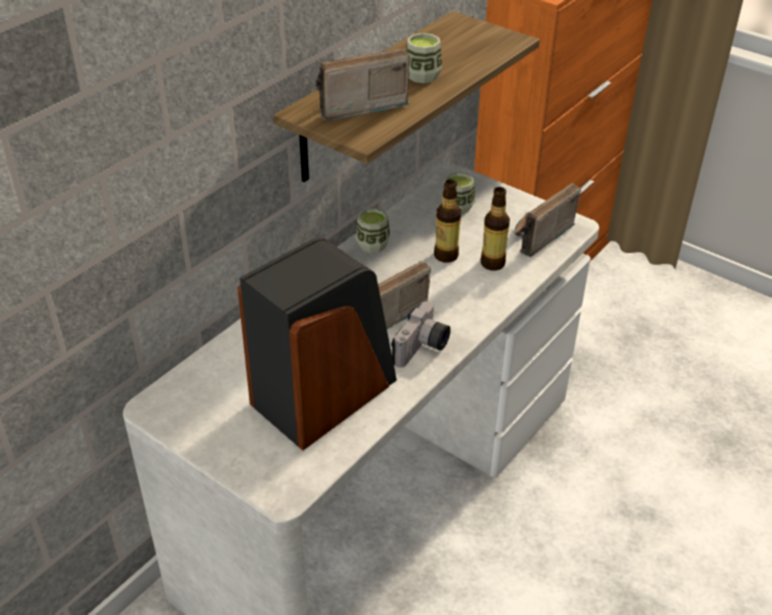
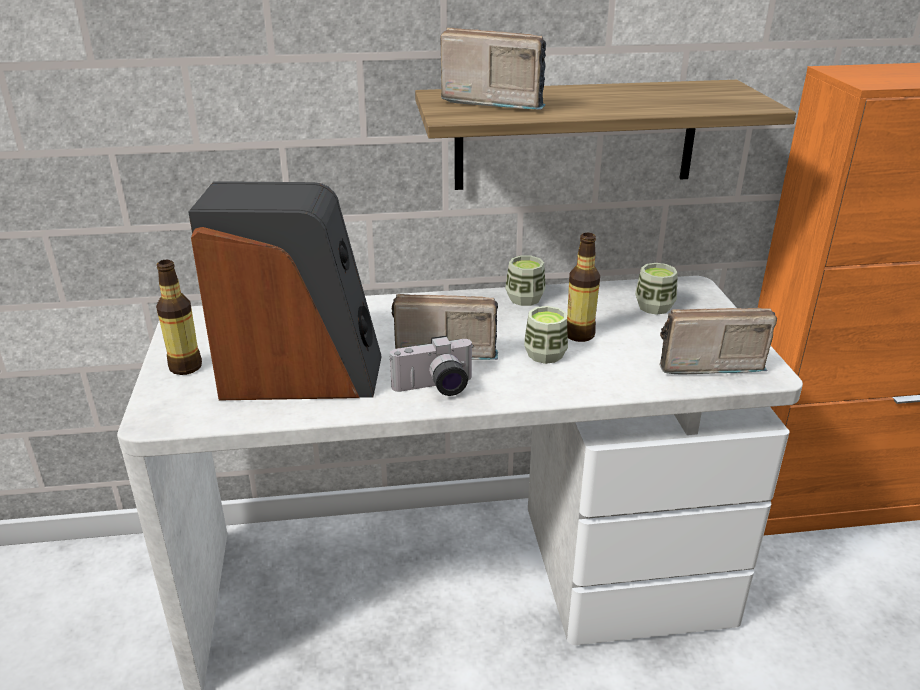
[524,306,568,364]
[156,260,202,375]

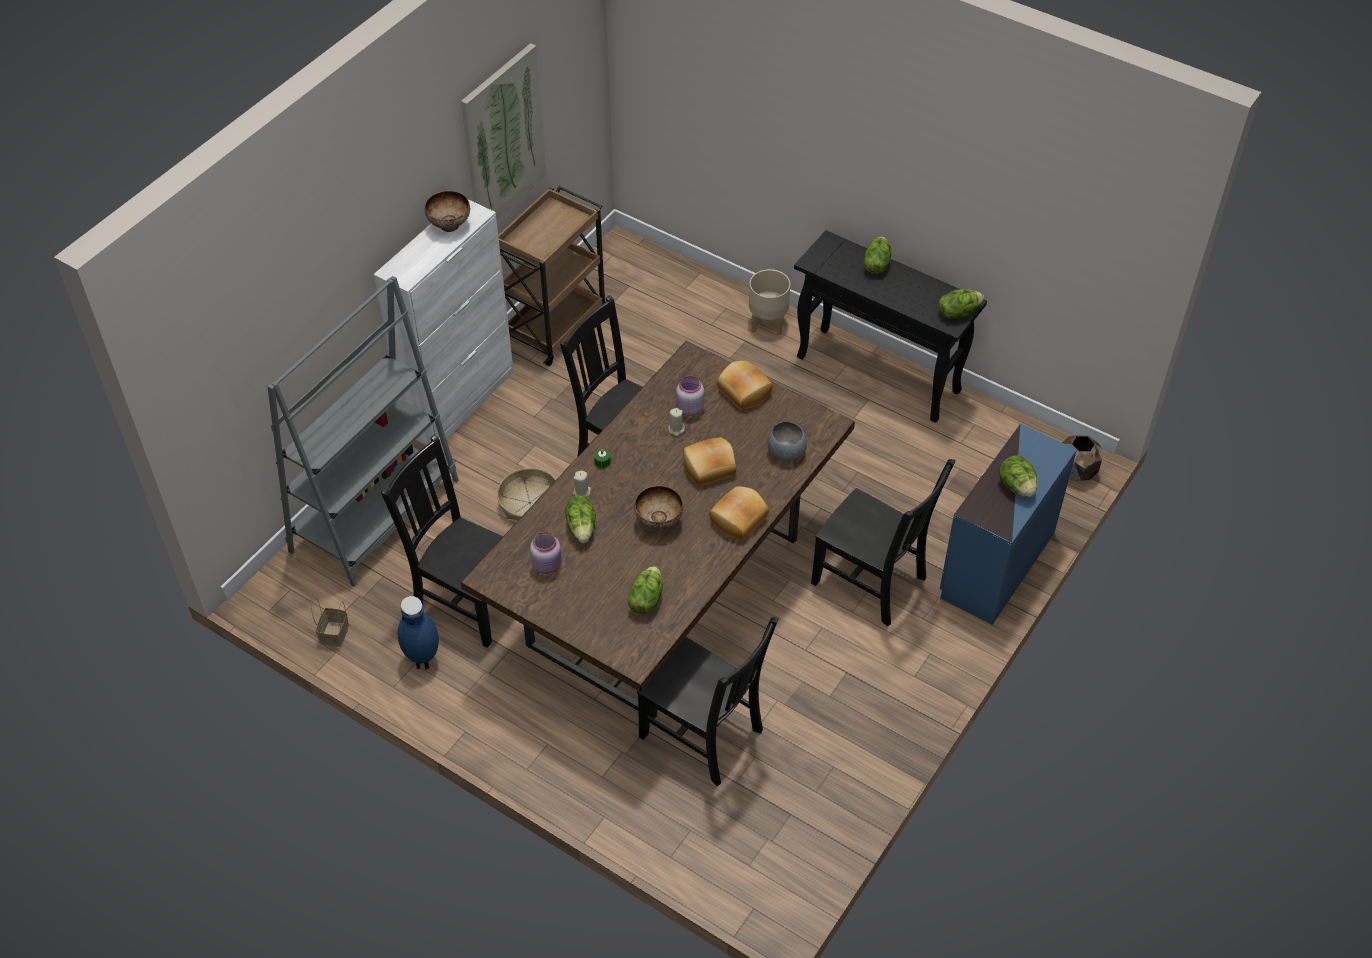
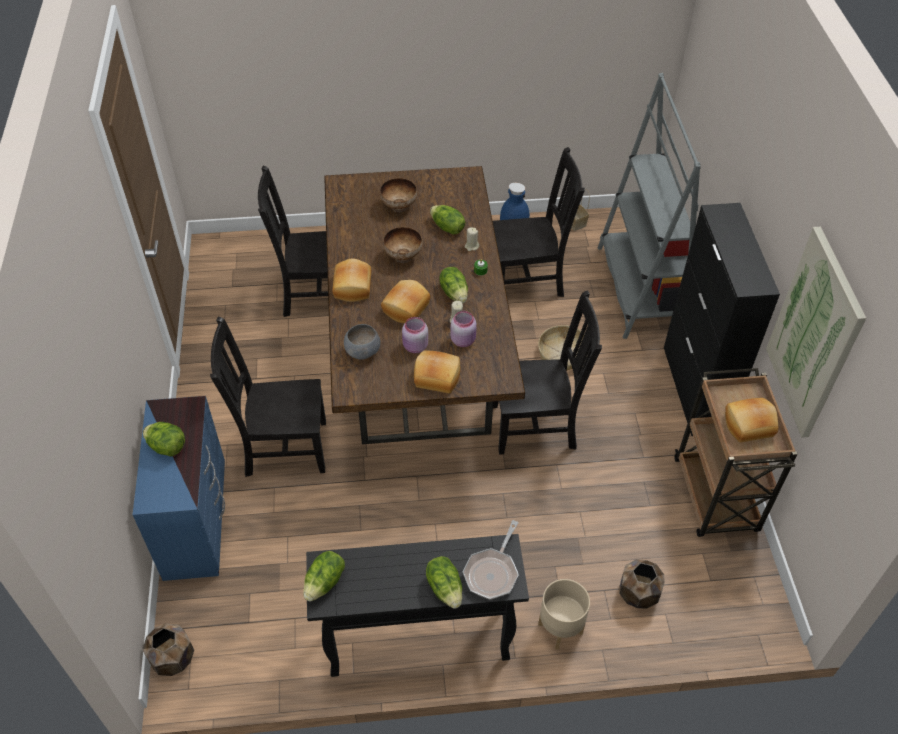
[380,178,417,213]
[664,203,780,436]
[402,317,428,353]
[439,267,468,303]
[725,398,778,442]
[463,520,519,599]
[619,559,665,609]

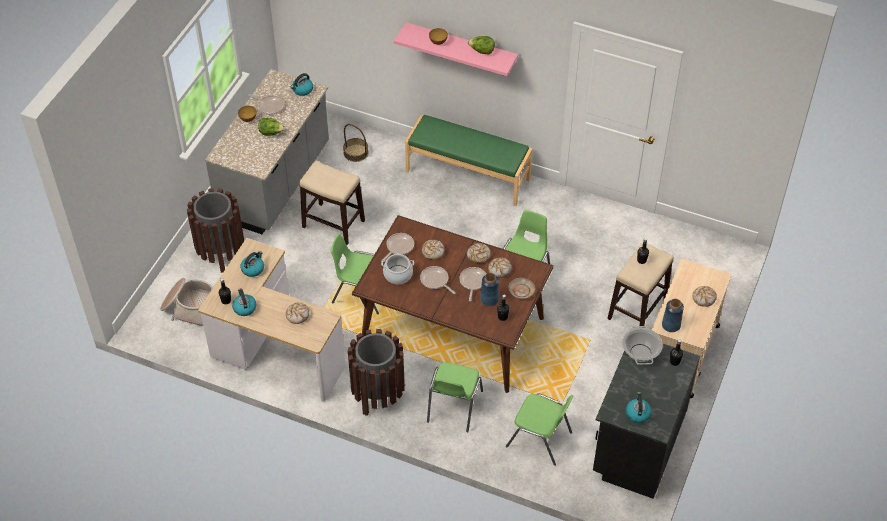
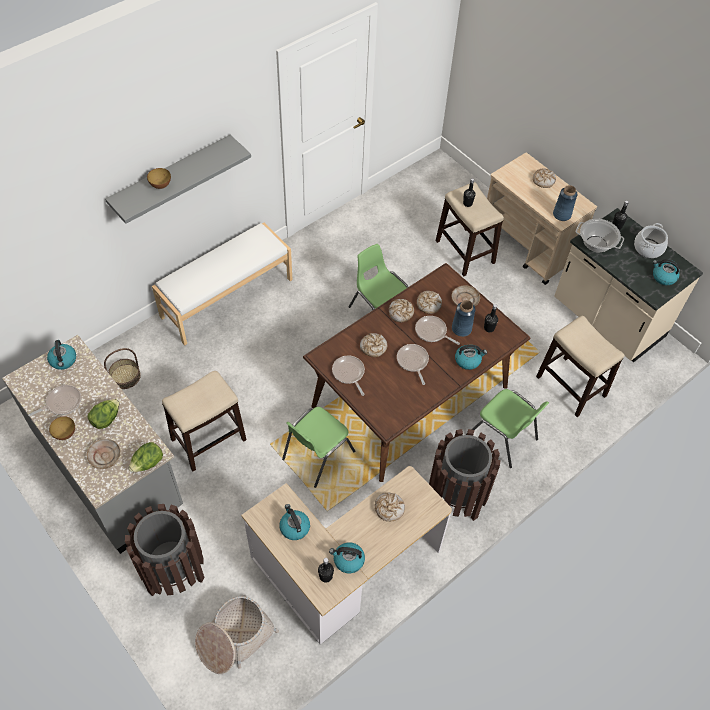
[105,135,251,224]
[128,442,163,472]
[152,223,293,345]
[634,223,668,258]
[397,344,429,385]
[554,208,703,363]
[536,316,624,417]
[455,345,487,370]
[87,439,121,469]

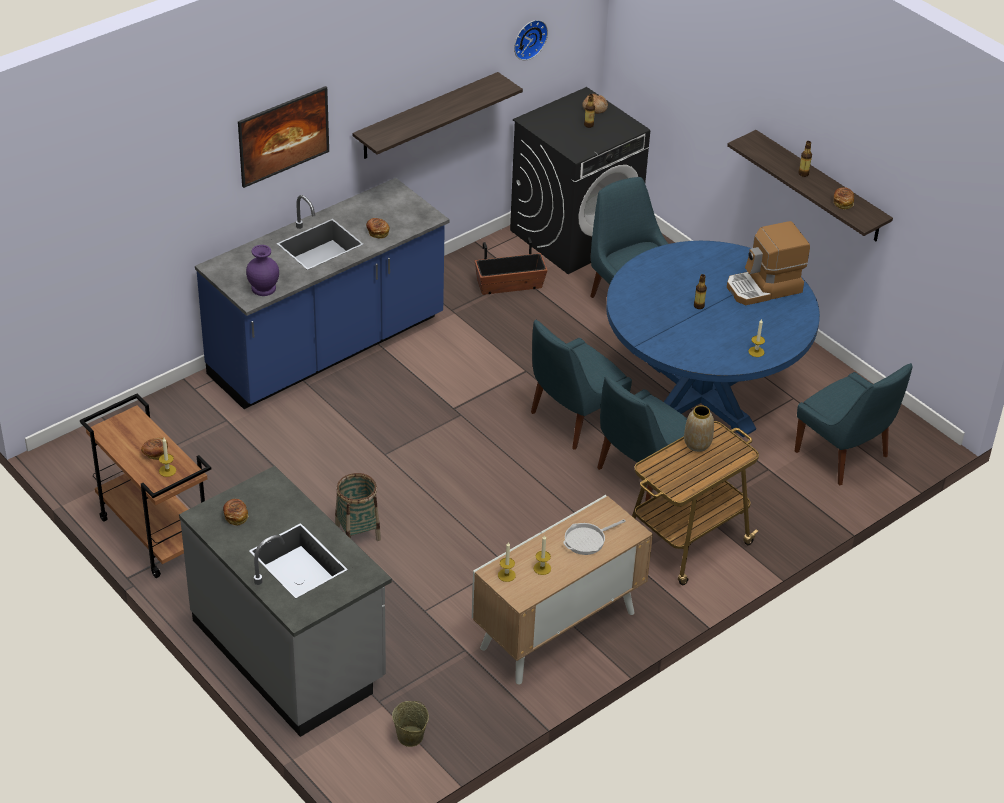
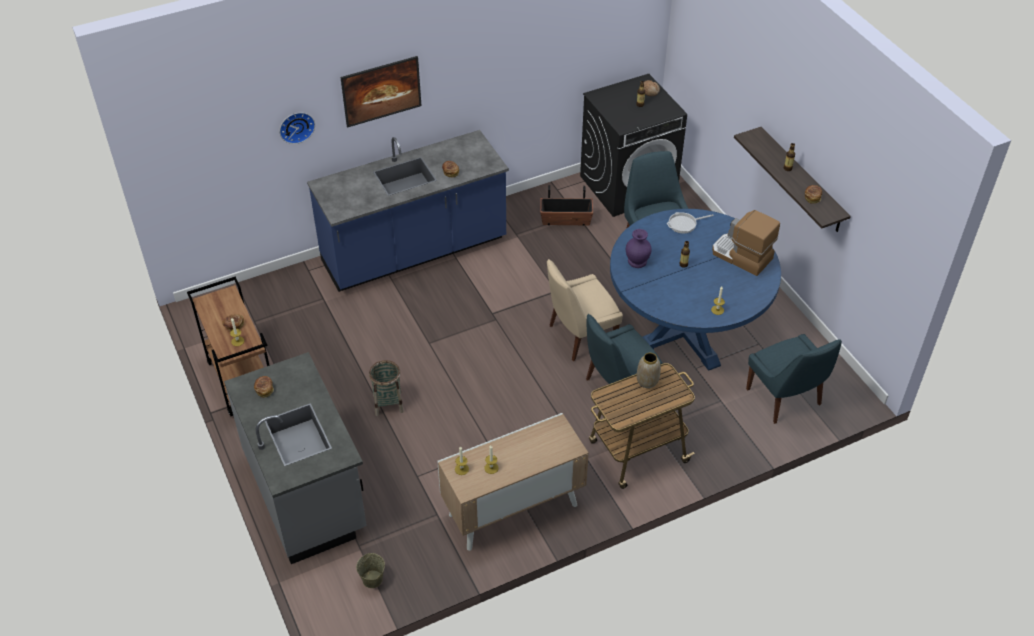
[280,113,315,144]
[353,72,523,159] (first image)
[712,210,780,276]
[626,229,651,268]
[547,259,623,361]
[667,212,714,234]

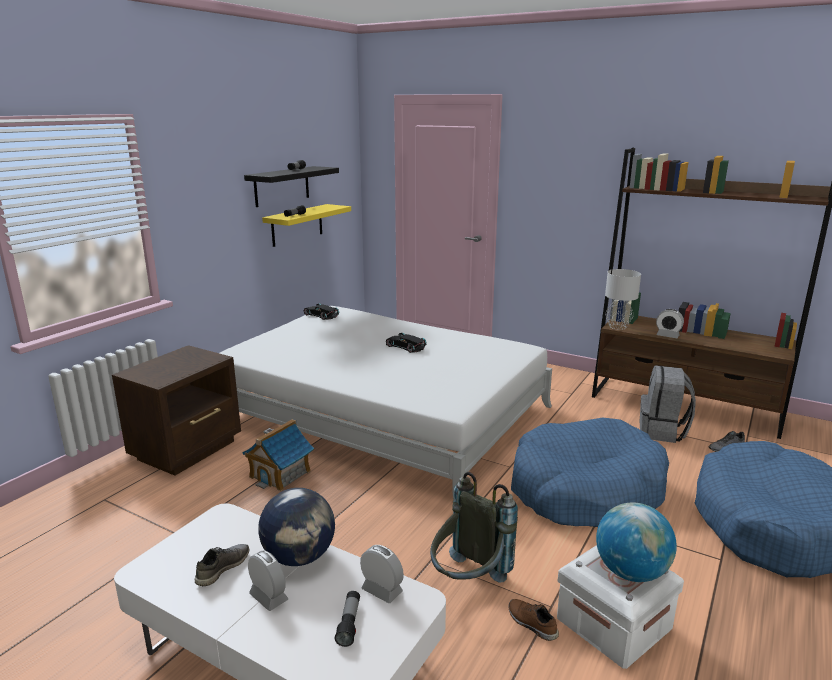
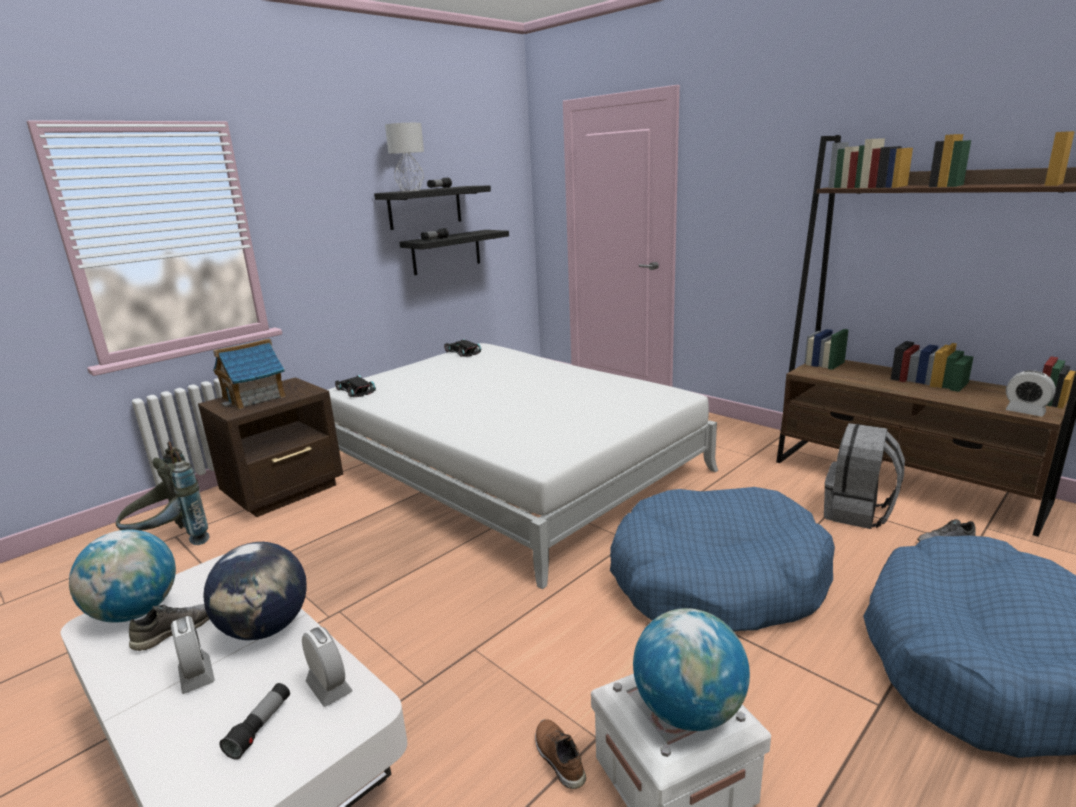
[400,230,509,275]
[385,123,424,192]
[1005,370,1056,417]
[335,375,376,397]
[213,339,286,409]
[115,441,210,545]
[69,530,176,623]

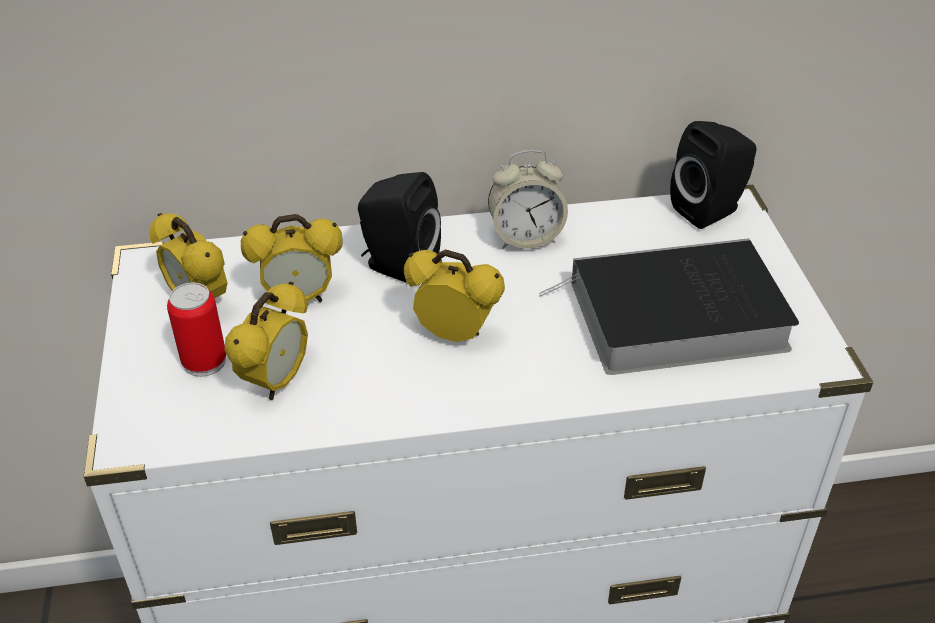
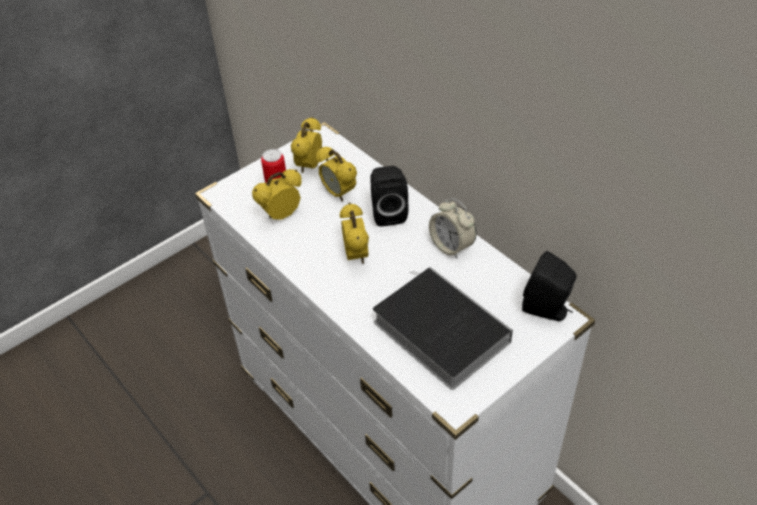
[252,169,302,219]

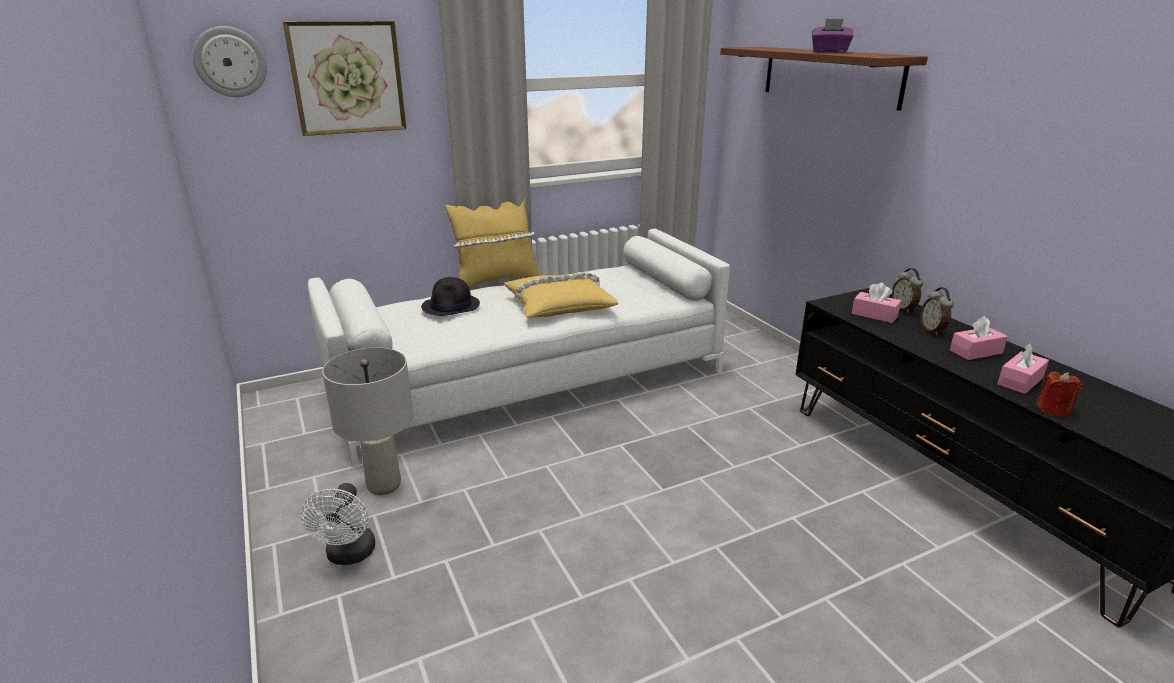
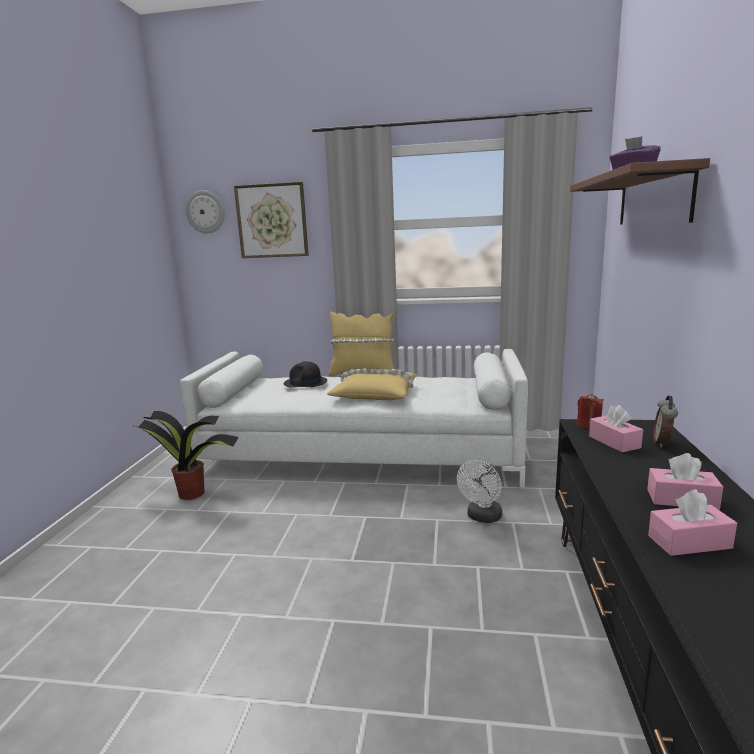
[921,287,954,335] (first image)
[135,411,239,500]
[577,393,604,429]
[457,460,502,523]

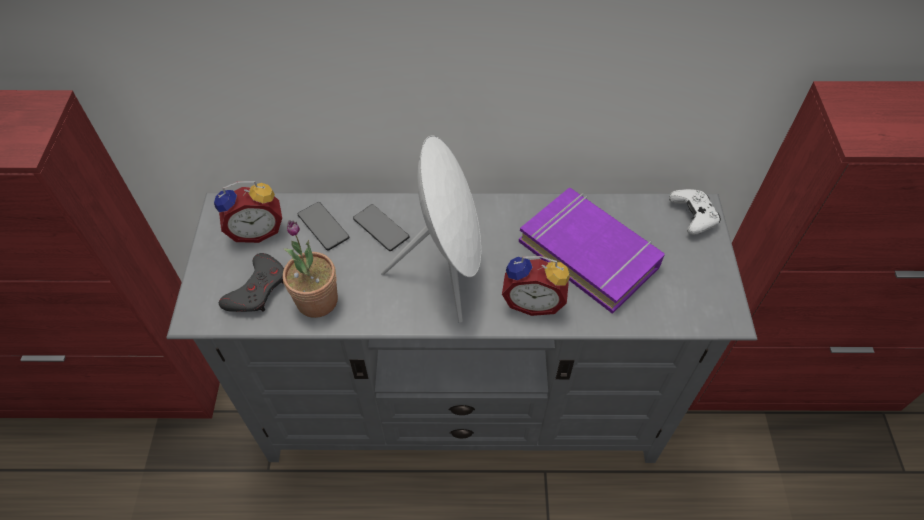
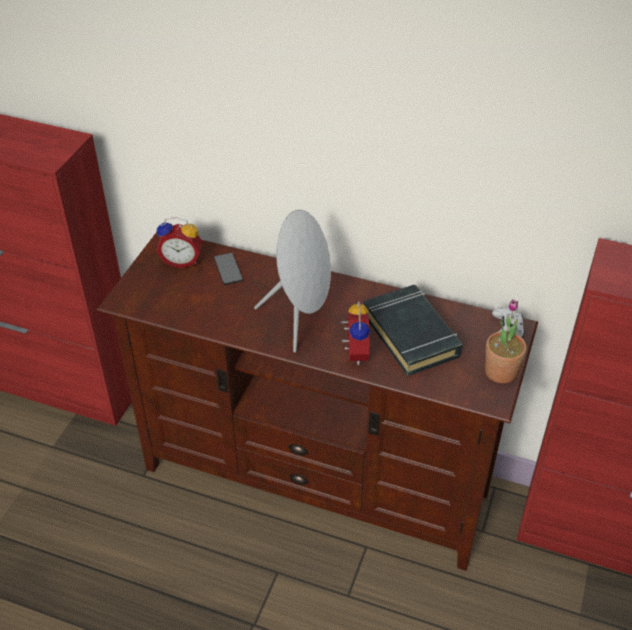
[363,285,463,376]
[97,232,538,571]
[353,204,409,251] (first image)
[485,299,527,383]
[219,253,284,312] (first image)
[341,301,370,365]

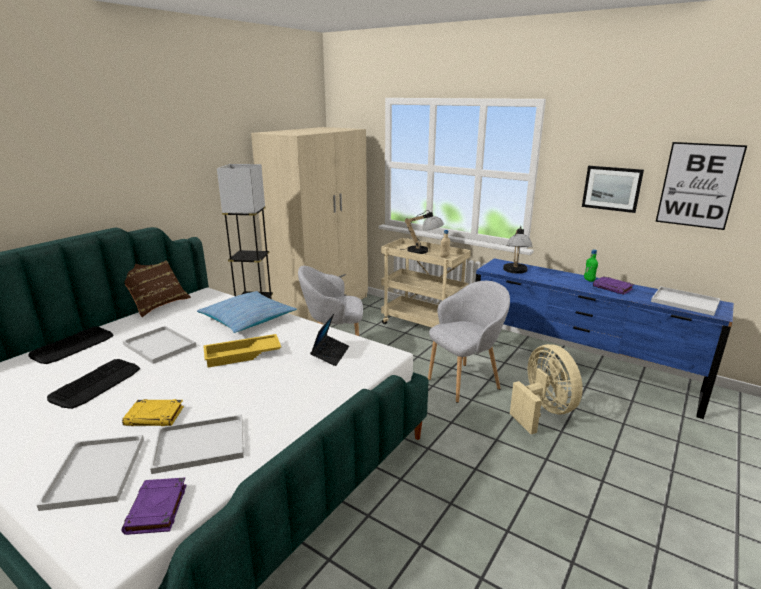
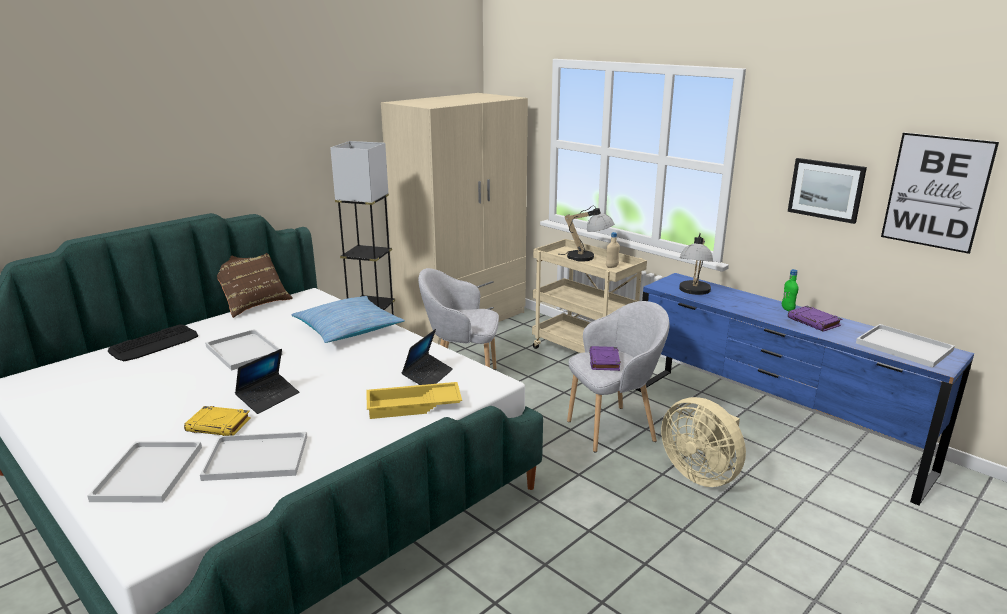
[366,382,462,419]
[661,397,746,487]
[47,359,140,409] (first image)
[589,346,620,371]
[235,349,299,414]

